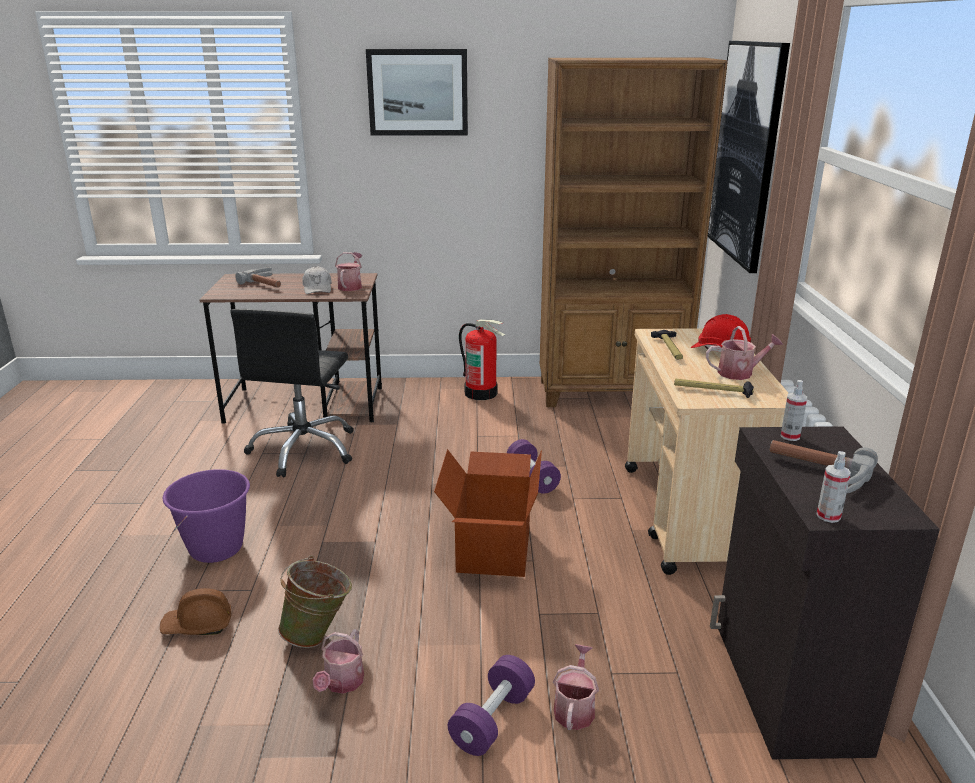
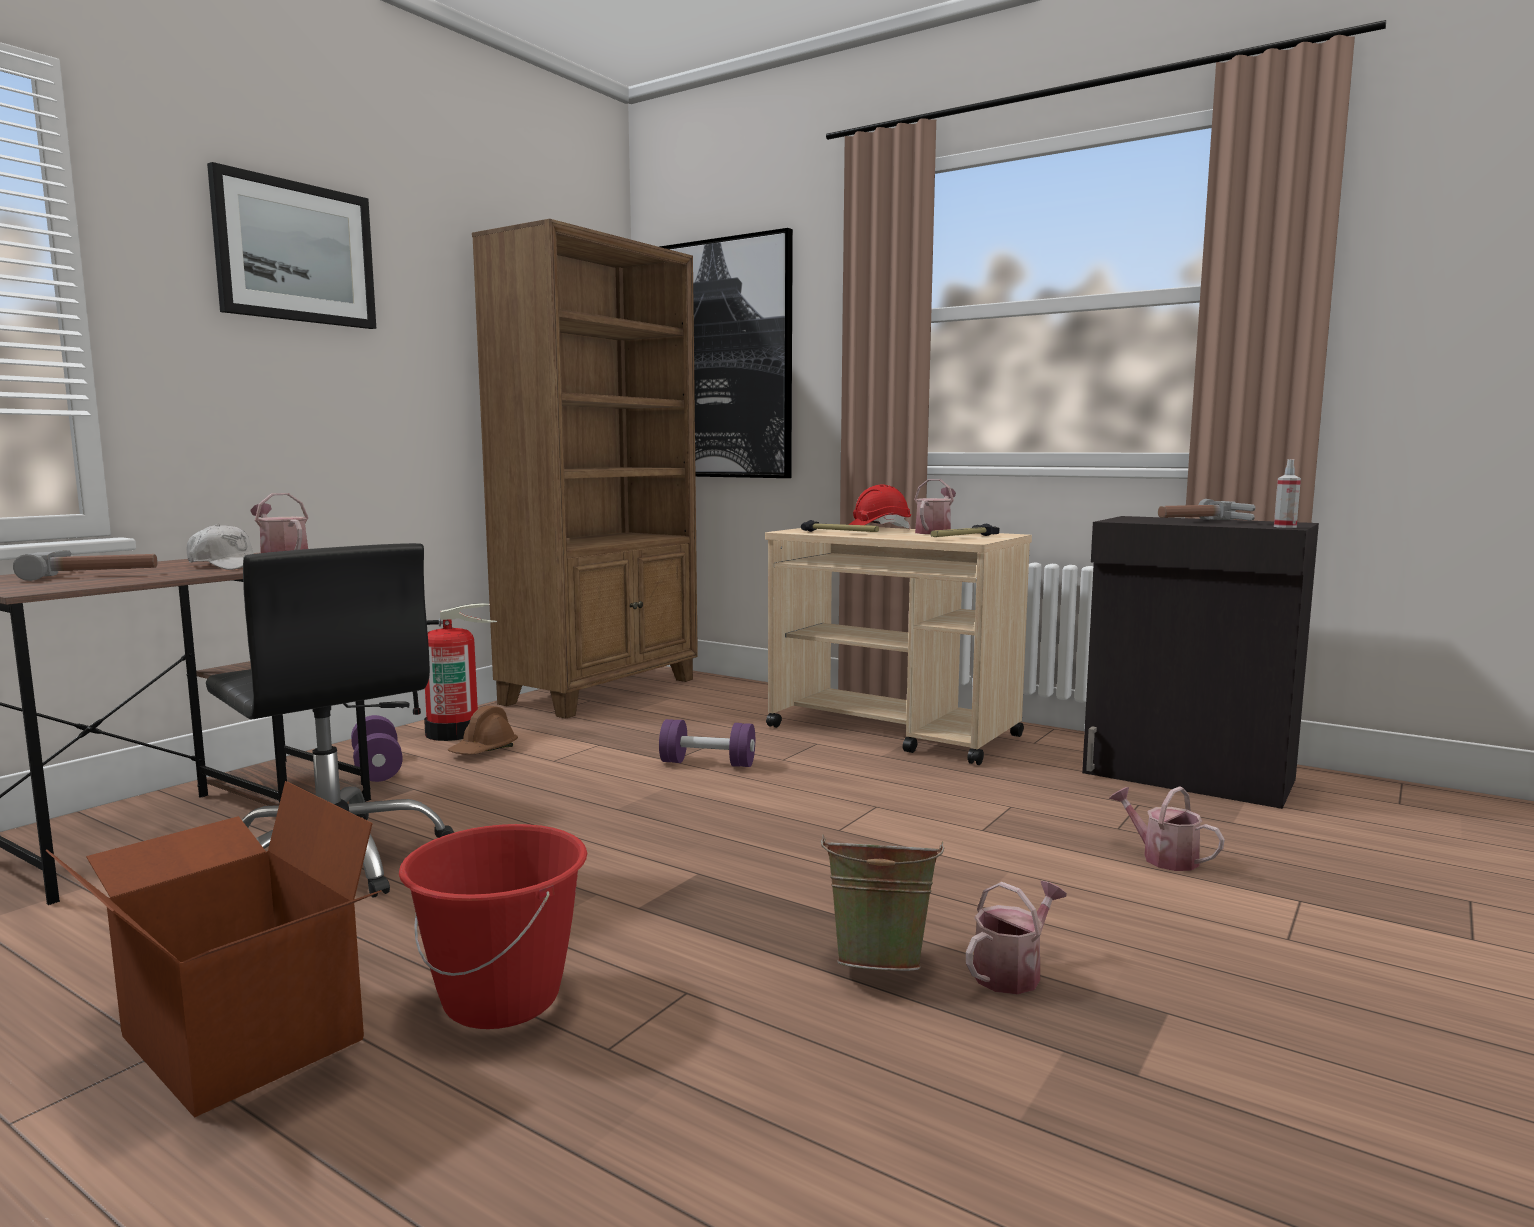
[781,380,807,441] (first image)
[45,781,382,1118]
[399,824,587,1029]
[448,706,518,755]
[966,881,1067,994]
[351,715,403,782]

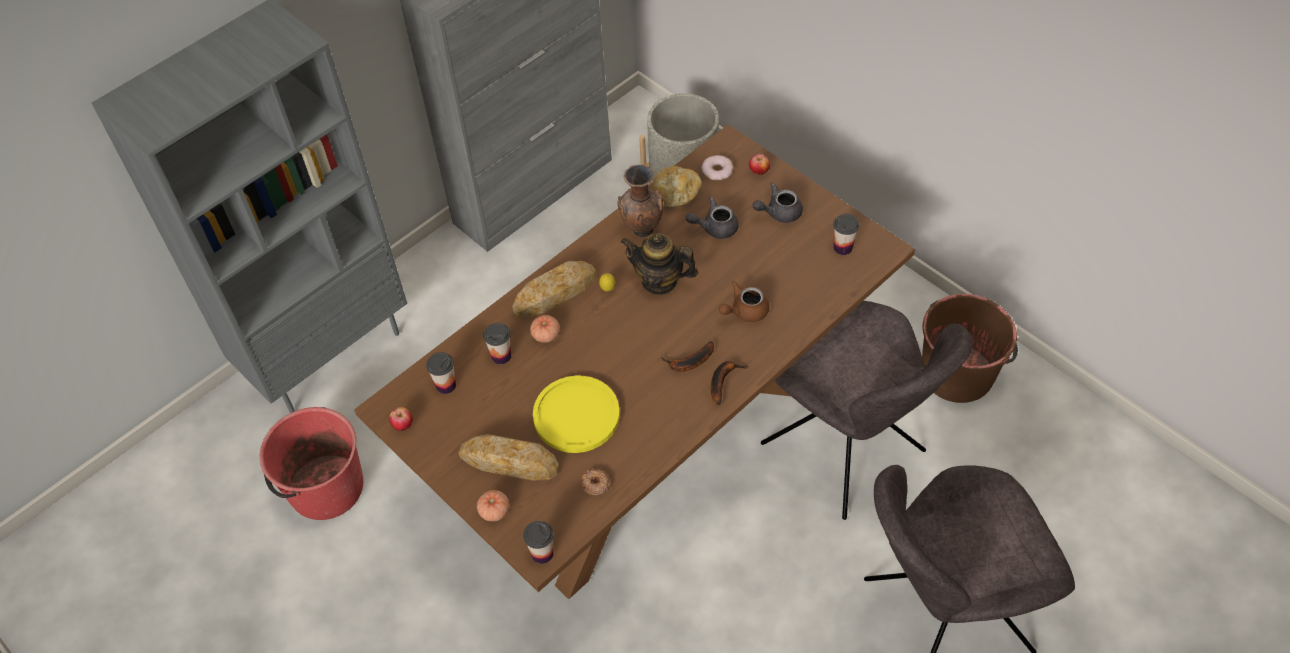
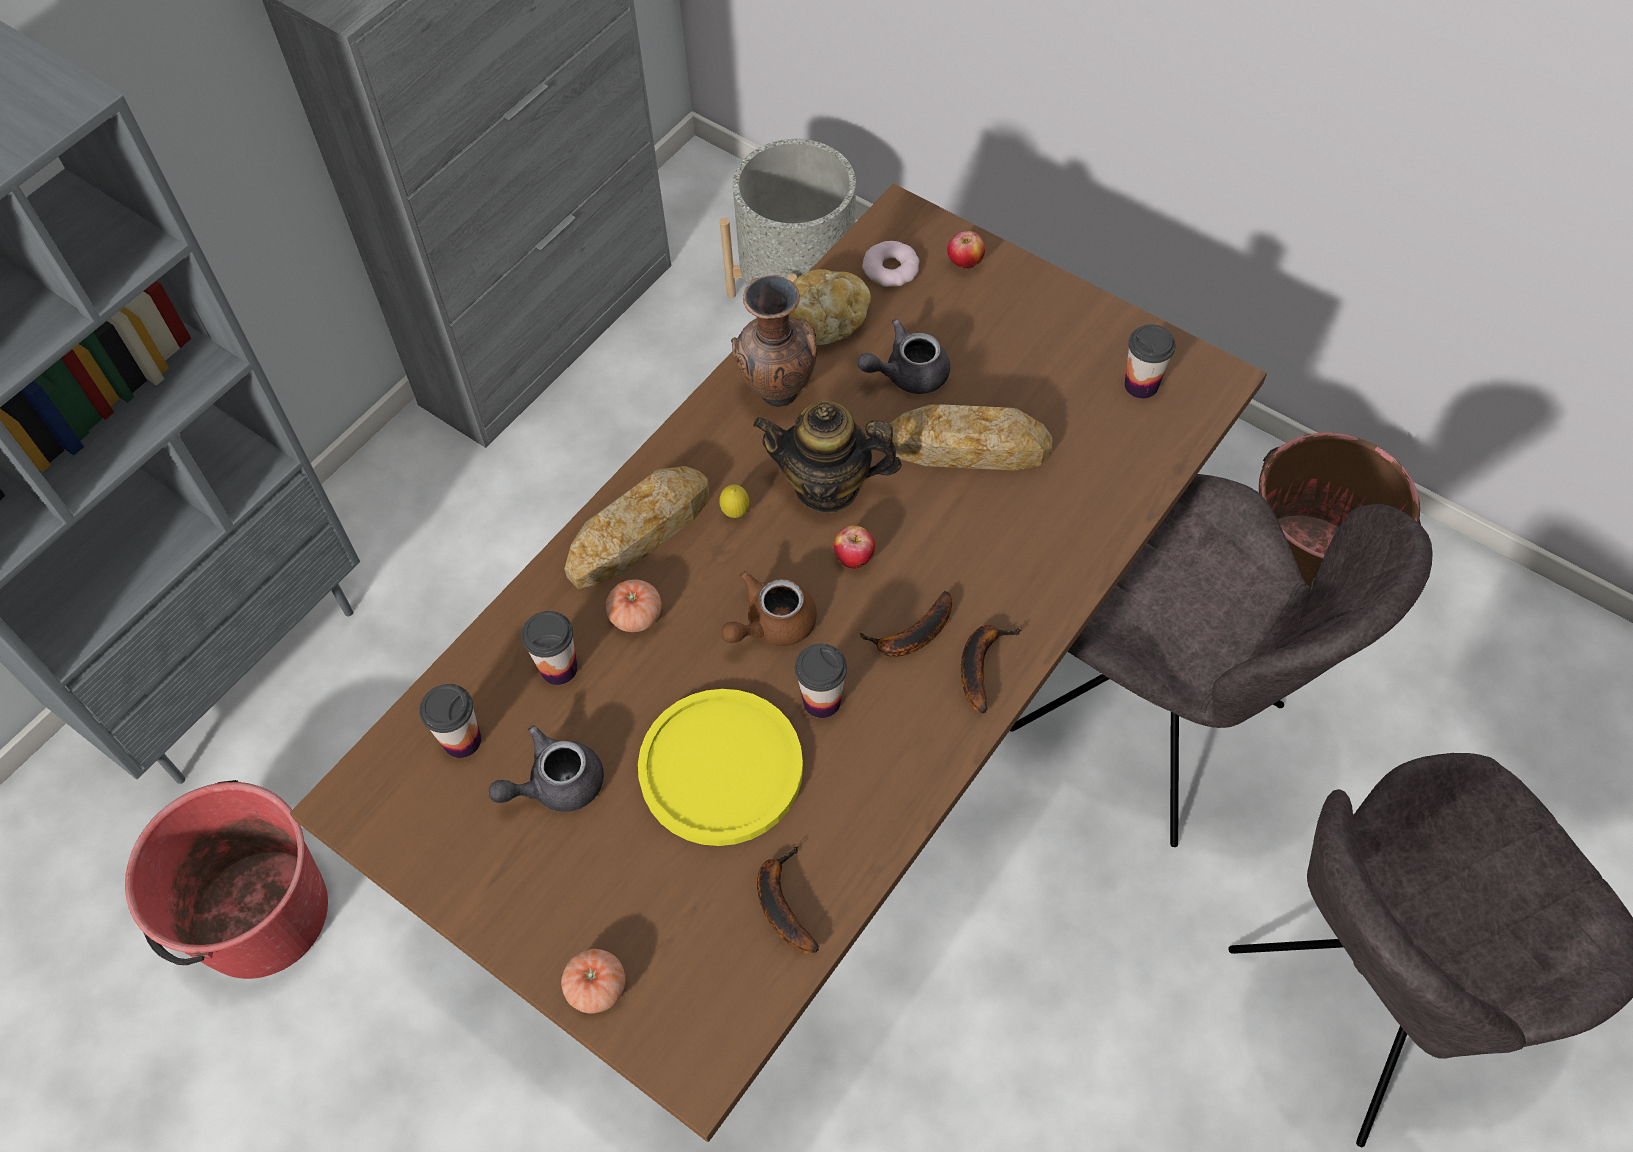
[489,726,604,812]
[721,571,817,646]
[834,525,875,569]
[890,404,1052,470]
[757,845,819,953]
[795,644,847,718]

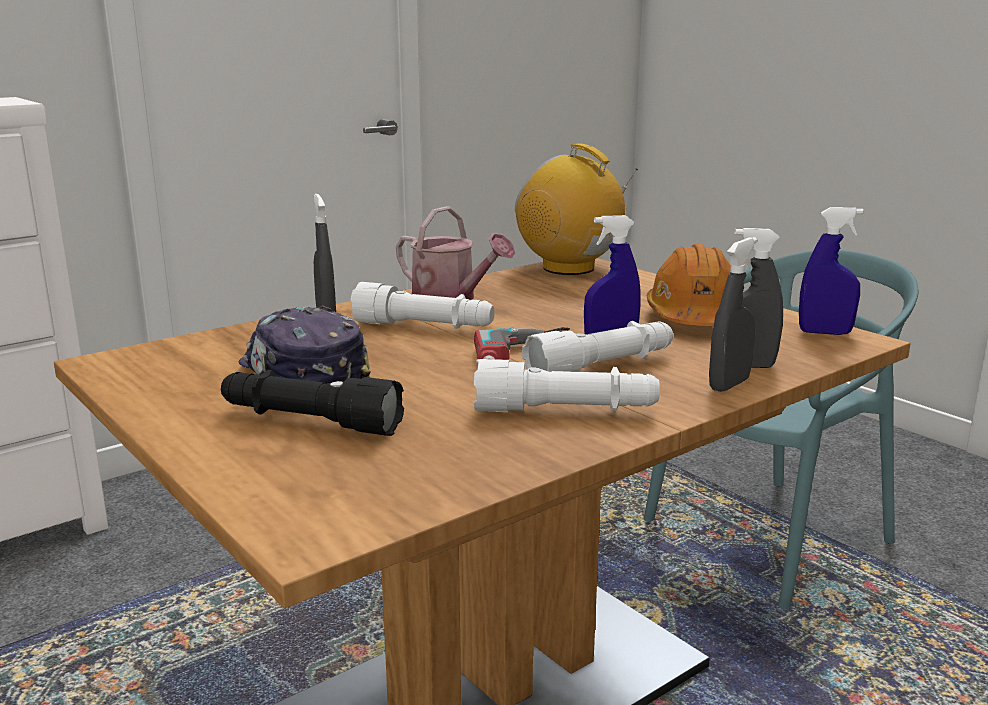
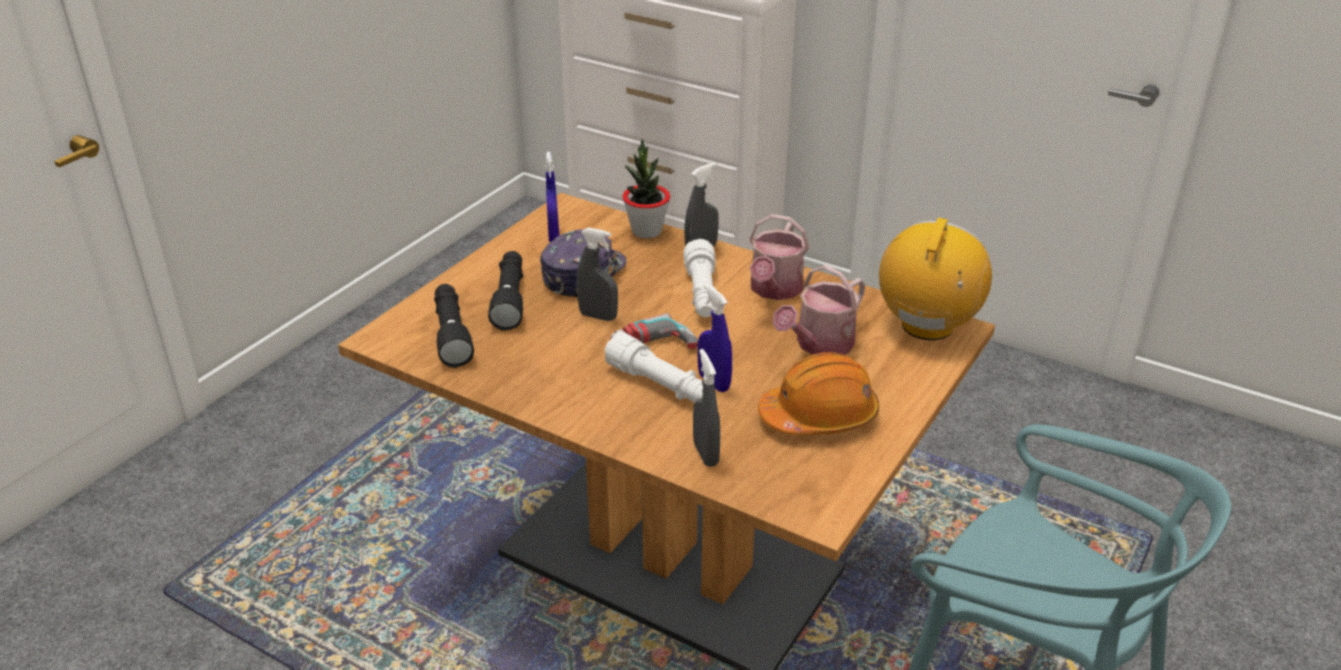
[546,152,559,242]
[576,227,618,321]
[474,359,660,412] (first image)
[622,139,670,238]
[772,265,865,355]
[434,284,474,368]

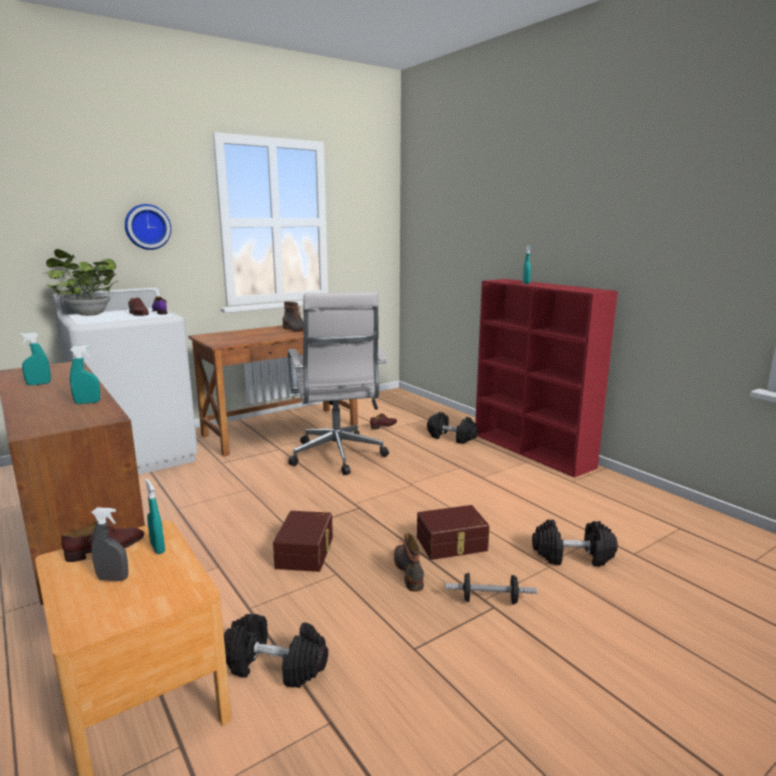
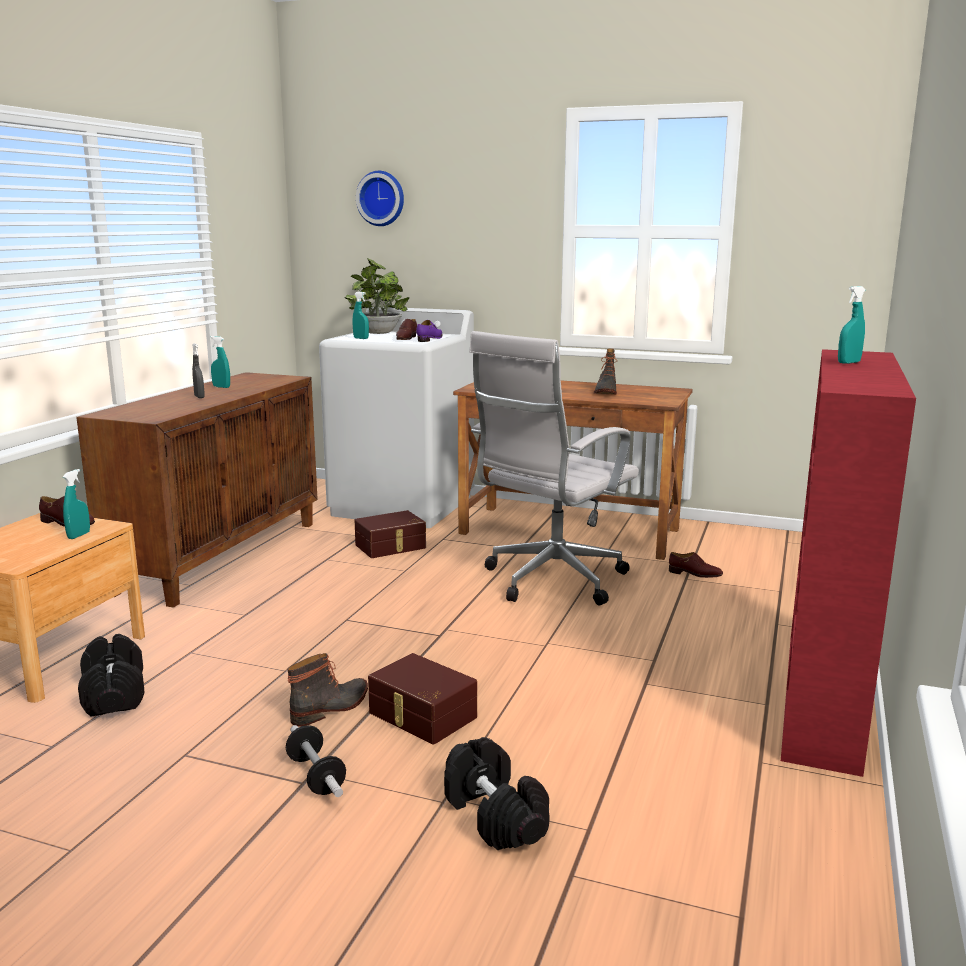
[356,171,404,226]
[353,292,369,339]
[427,412,478,444] (first image)
[192,343,205,398]
[355,510,426,558]

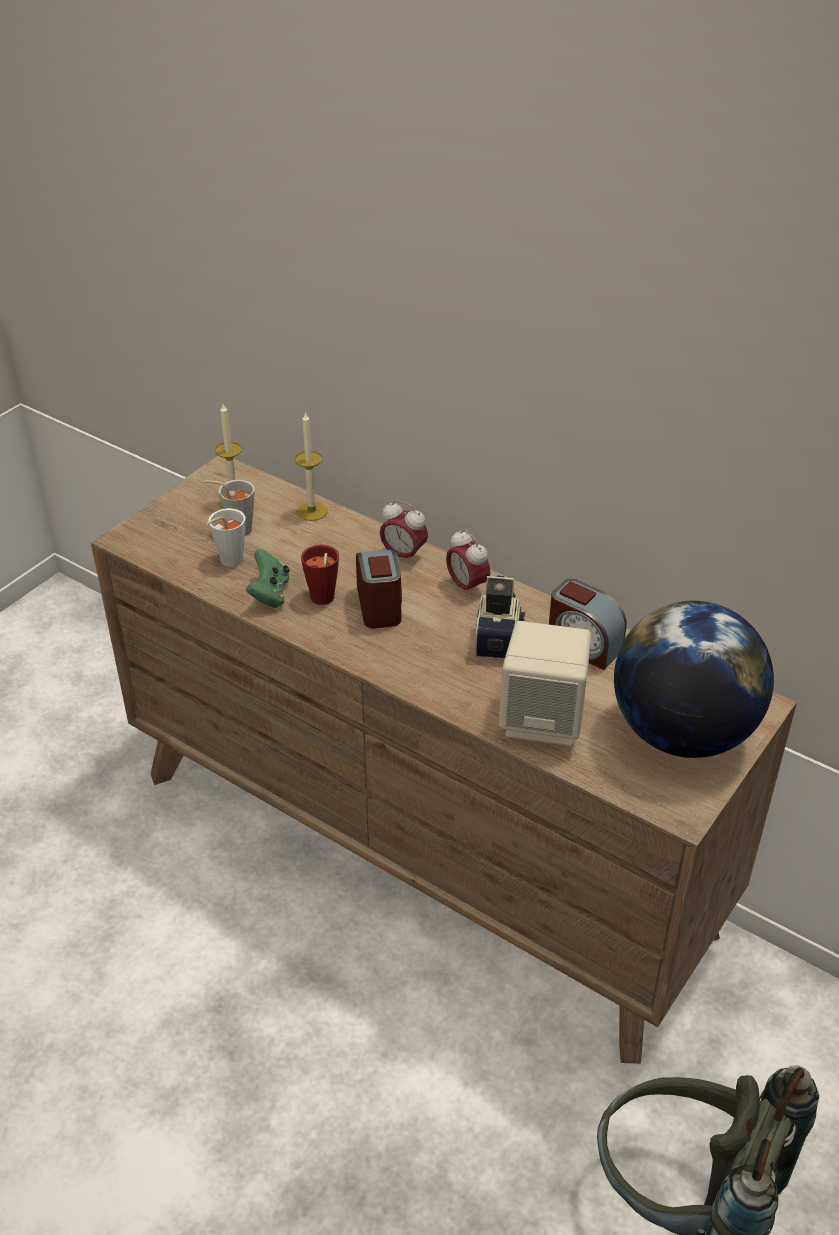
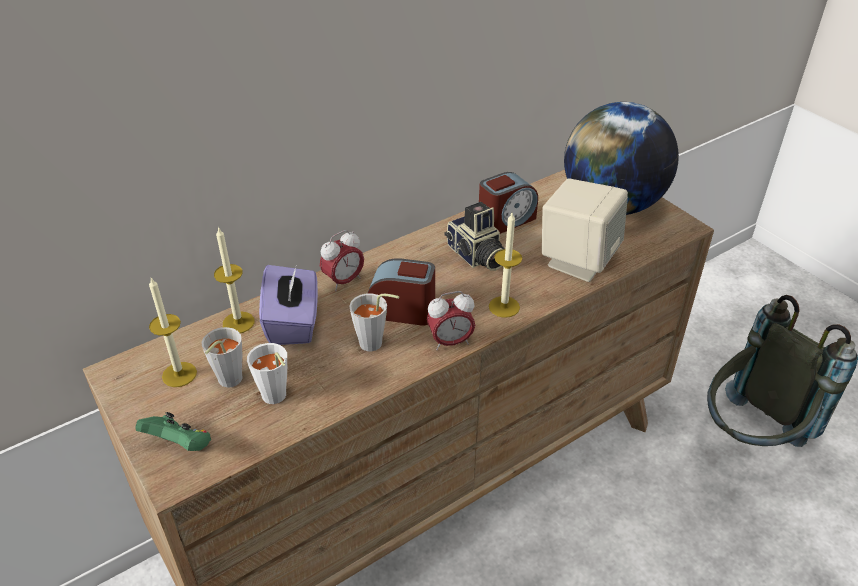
[427,291,475,350]
[349,293,400,351]
[136,412,211,451]
[444,202,504,271]
[489,213,522,318]
[259,264,318,345]

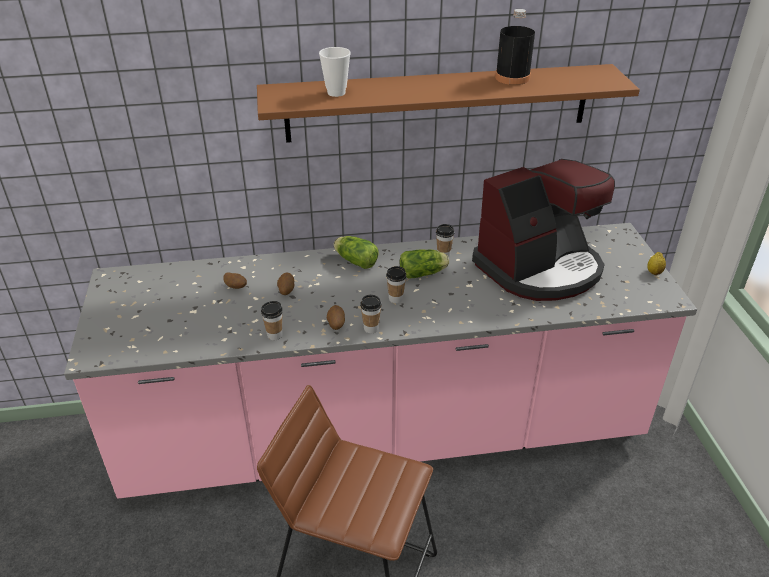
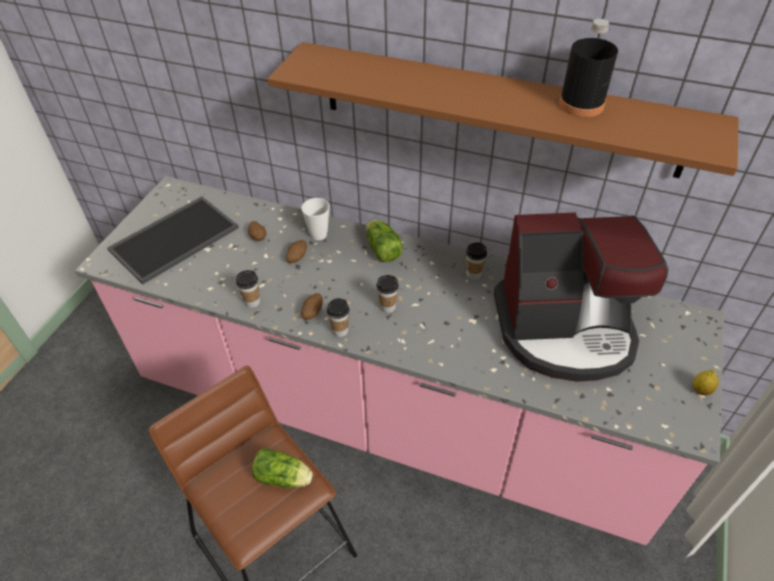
[301,198,330,240]
[252,448,313,488]
[107,196,239,285]

